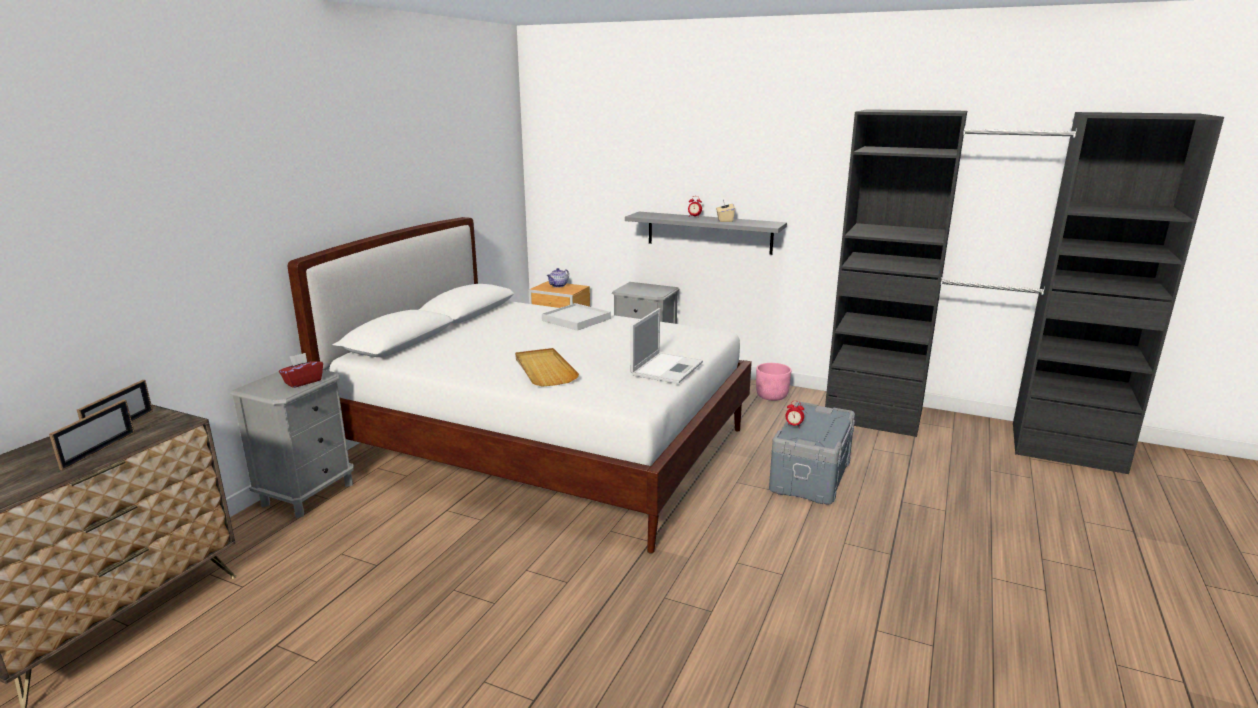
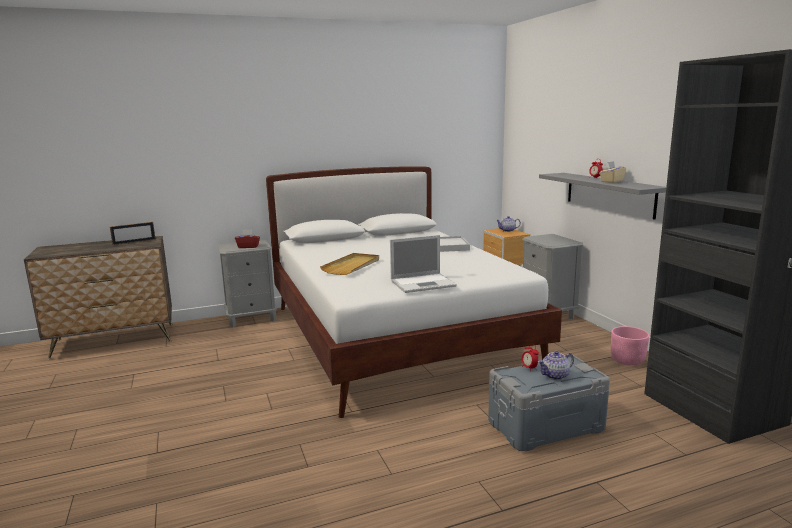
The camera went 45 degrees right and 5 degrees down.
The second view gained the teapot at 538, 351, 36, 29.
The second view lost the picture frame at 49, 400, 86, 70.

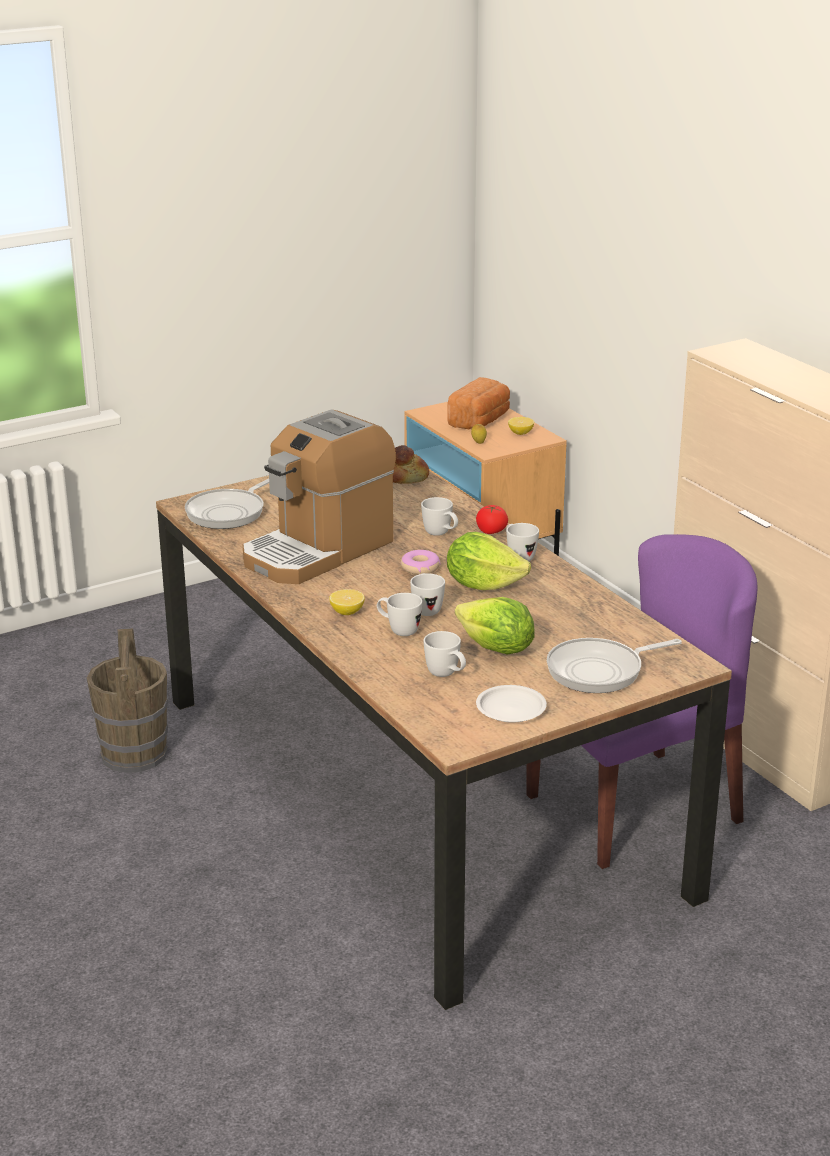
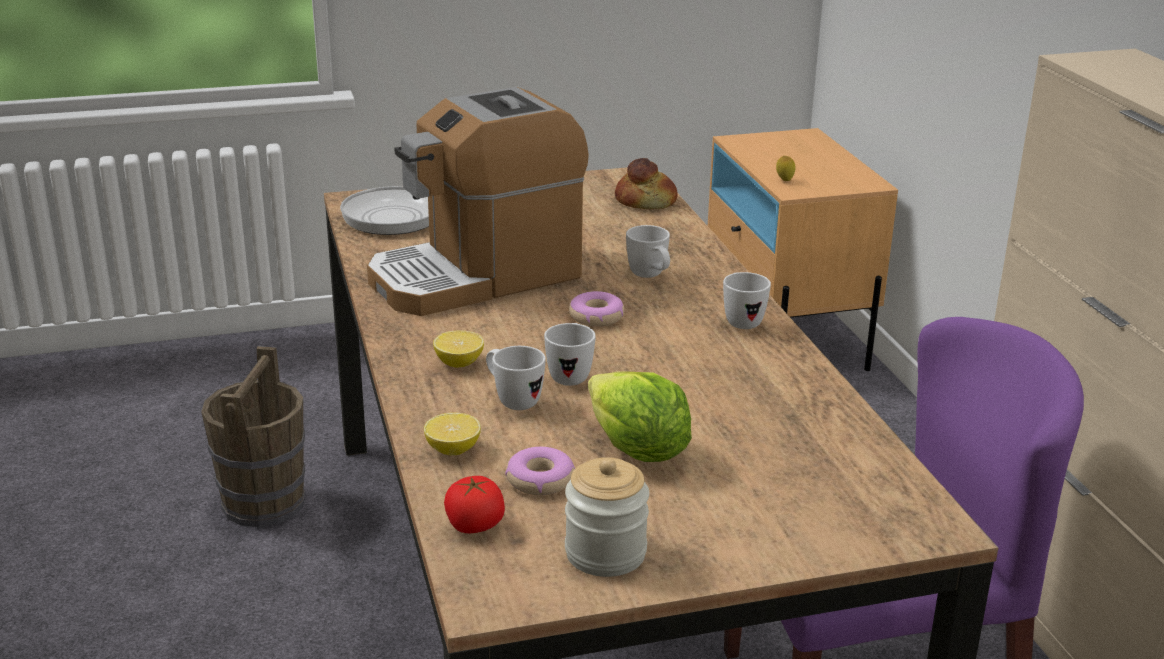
The camera went 15 degrees right and 0 degrees up.
The lemon ended up elsewhere, having gone from 508, 417, 26, 18 to 424, 413, 57, 42.
The tomato ended up elsewhere, having gone from 476, 505, 32, 29 to 444, 476, 61, 57.
Where the mug (white) stood at 424, 631, 42, 46, the donut came to stand at 505, 447, 70, 48.
Where the plate (white) stood at 476, 685, 71, 38, the jar came to stand at 565, 457, 84, 120.
The second view lost the bread at 447, 377, 63, 52.
The second view lost the lettuce at 447, 532, 84, 58.
The second view lost the frying pan at 547, 638, 135, 55.

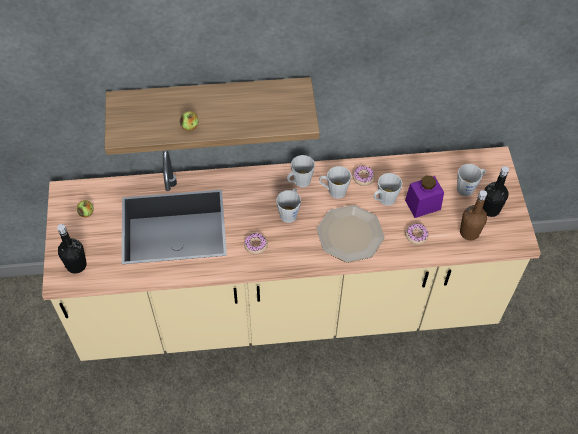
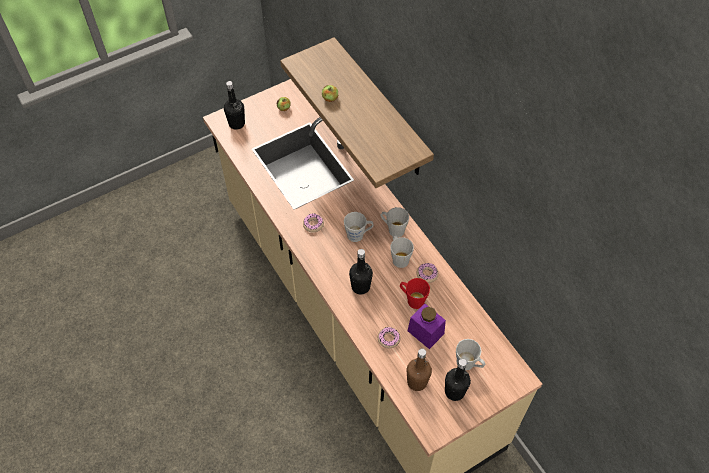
The camera went 65 degrees right and 0 degrees up.
Where the plate stood at 317, 205, 68, 58, the bottle (black) came to stand at 349, 249, 24, 46.
What was the mug (grey) at 373, 173, 29, 33 turned into the mug (red) at 400, 278, 30, 31.

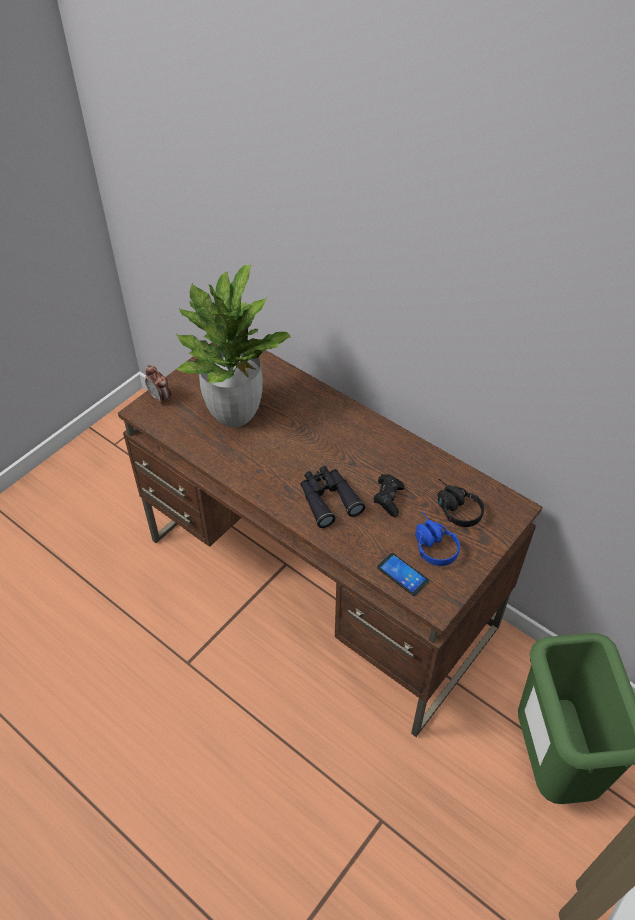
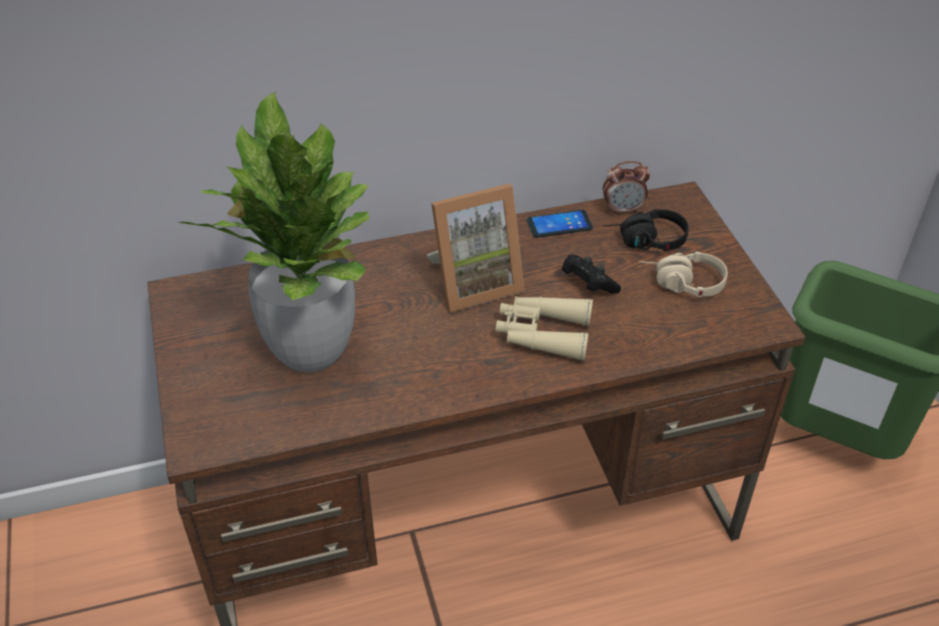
The camera went 55 degrees left and 5 degrees down.
The second view gained the picture frame at 427, 184, 98, 129.
What was the binoculars (black) at 300, 466, 65, 62 turned into the binoculars (beige) at 496, 296, 97, 65.
The phone ended up elsewhere, having gone from 377, 553, 52, 43 to 527, 210, 66, 28.
The alarm clock ended up elsewhere, having gone from 145, 365, 26, 40 to 603, 161, 47, 53.
What was the headphones (blue) at 415, 511, 45, 55 turned into the headphones (beige) at 639, 252, 89, 45.

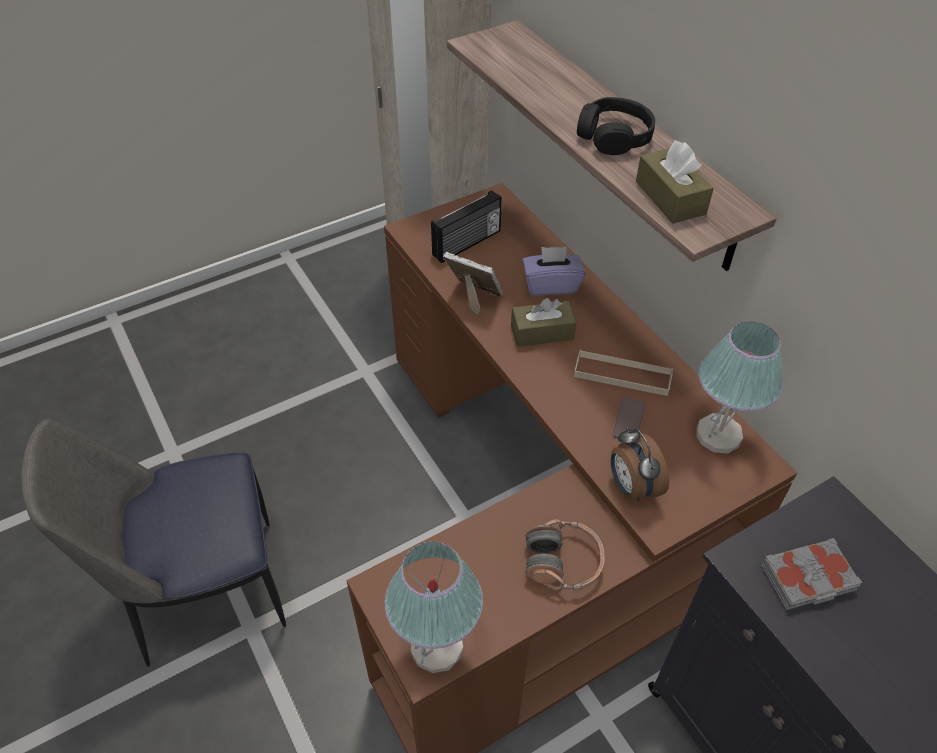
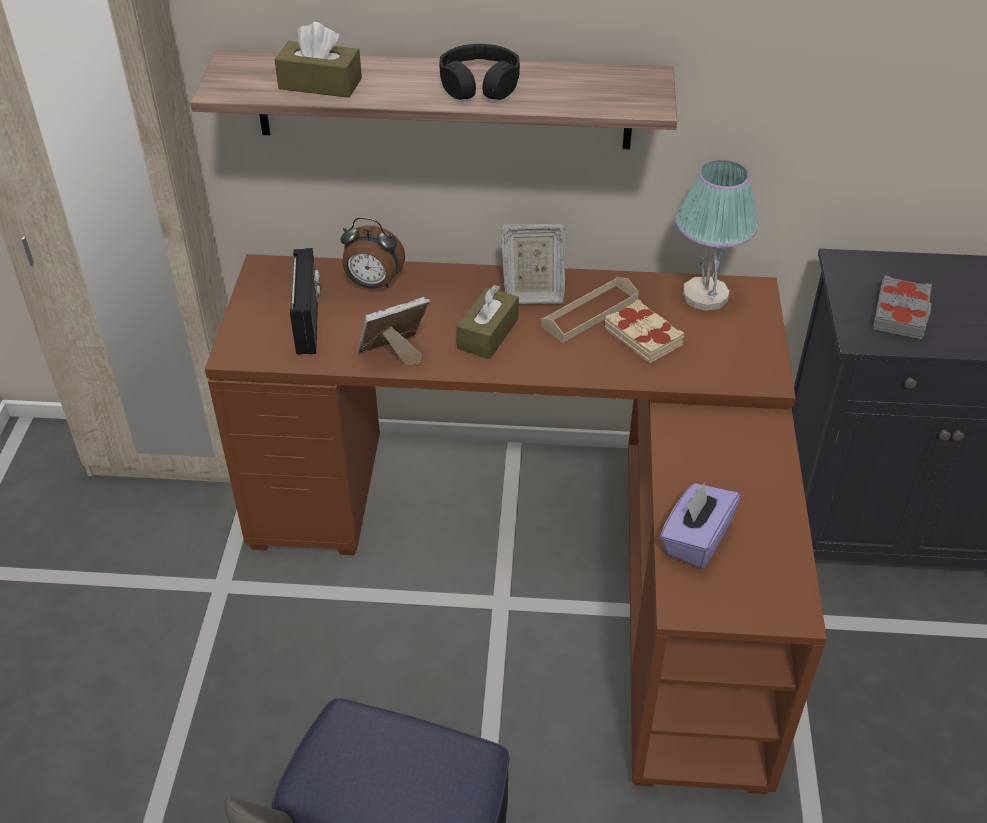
The camera went 55 degrees left and 5 degrees down.
The tissue box (brown) ended up elsewhere, having gone from 636, 140, 78, 84 to 274, 22, 88, 76.
The alarm clock ended up elsewhere, having gone from 611, 427, 58, 75 to 341, 217, 64, 72.
The second view gained the picture frame at 501, 224, 64, 80.
Where the phone stood at 613, 397, 32, 41, the book (beige) came to stand at 604, 299, 80, 64.
The tissue box (purple) ended up elsewhere, having gone from 522, 247, 64, 49 to 660, 483, 81, 86.
The second view lost the table lamp at 385, 542, 98, 131.
The second view lost the headphones at 525, 519, 80, 72.

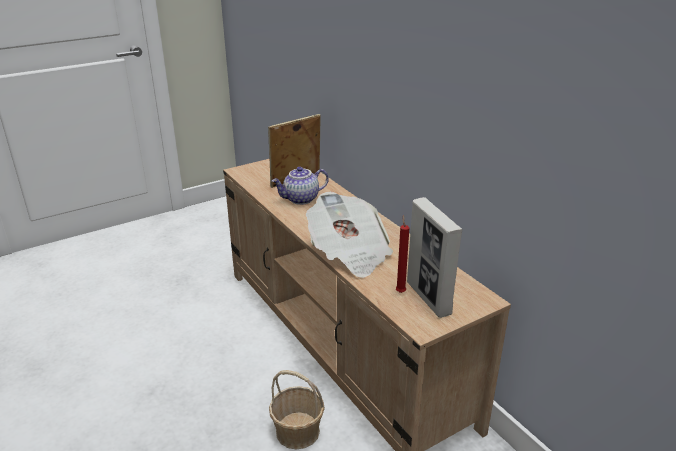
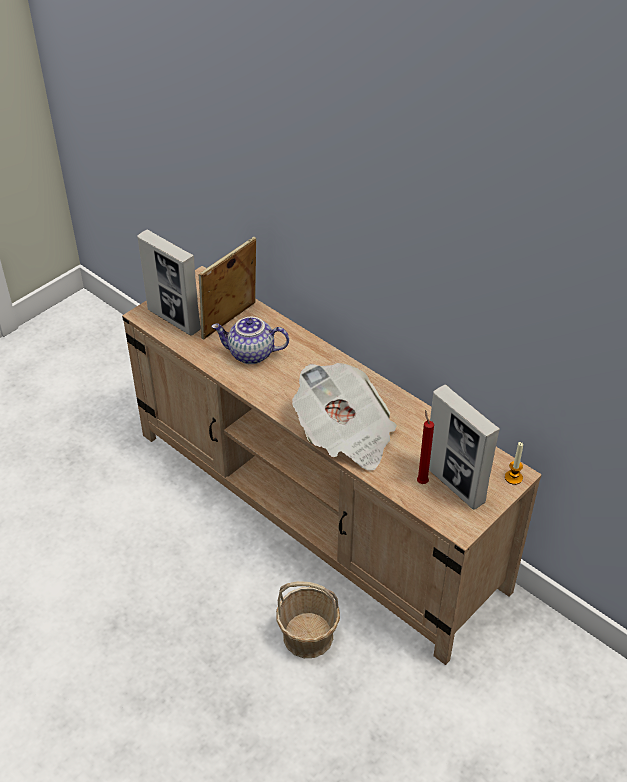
The camera went 15 degrees left and 15 degrees up.
The second view gained the picture frame at 137, 229, 64, 107.
The teapot at 272, 167, 57, 38 ended up facing another way, 45 degrees clockwise from before.
The second view gained the candle at 505, 442, 18, 43.

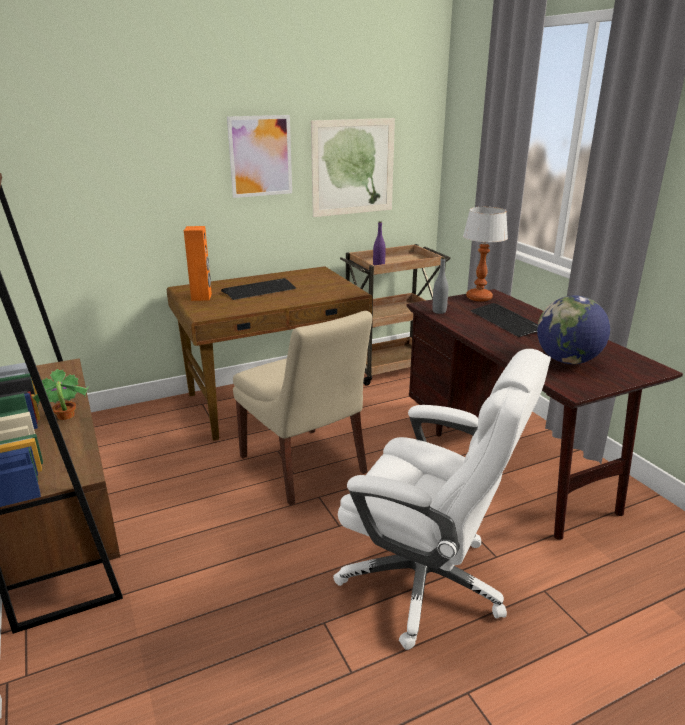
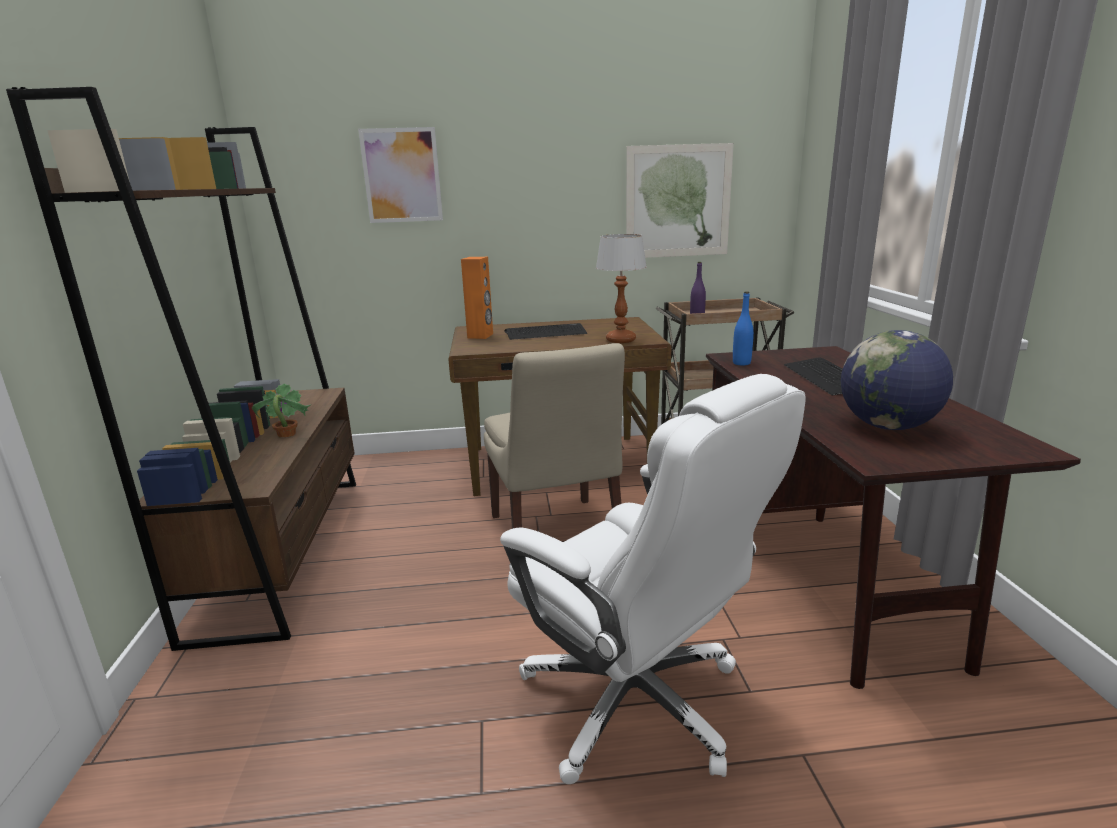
The camera went 20 degrees right and 5 degrees down.
The picture ended up elsewhere, having gone from 227, 115, 65, 83 to 358, 127, 85, 96.
The table lamp ended up elsewhere, having gone from 463, 207, 45, 94 to 596, 234, 51, 109.
What was the bottle (grey) at 432, 257, 16, 57 turned into the bottle (blue) at 733, 291, 21, 74.

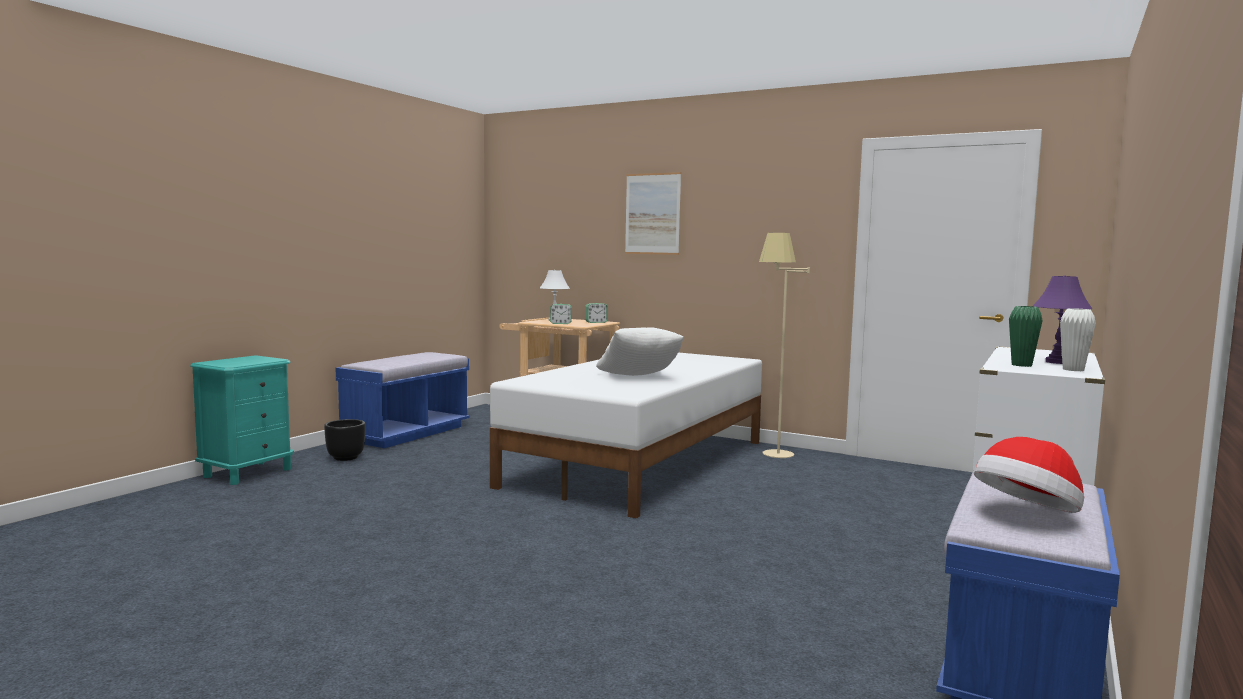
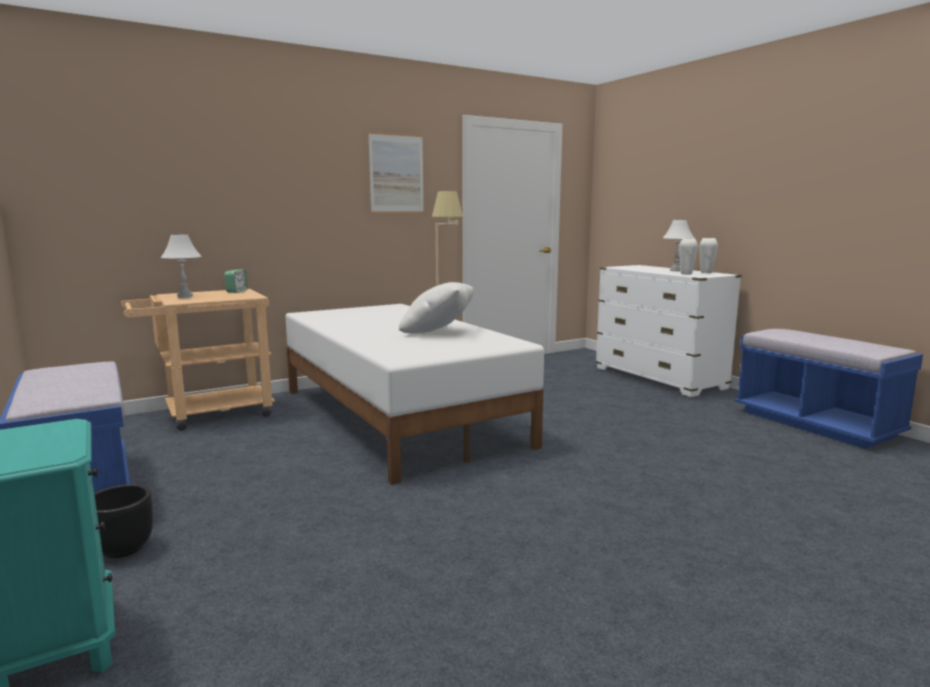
The camera went 60 degrees left and 5 degrees up.
The picture ended up elsewhere, having gone from 625, 172, 56, 83 to 368, 132, 56, 81.
What was the table lamp (purple) at 1033, 276, 59, 88 turned into the table lamp (white) at 663, 219, 32, 52.
What was the vase (green) at 1009, 306, 34, 61 turned into the vase (white) at 679, 238, 19, 37.
The second view lost the alarm clock at 550, 304, 22, 20.
The second view lost the hat at 974, 437, 110, 76.

